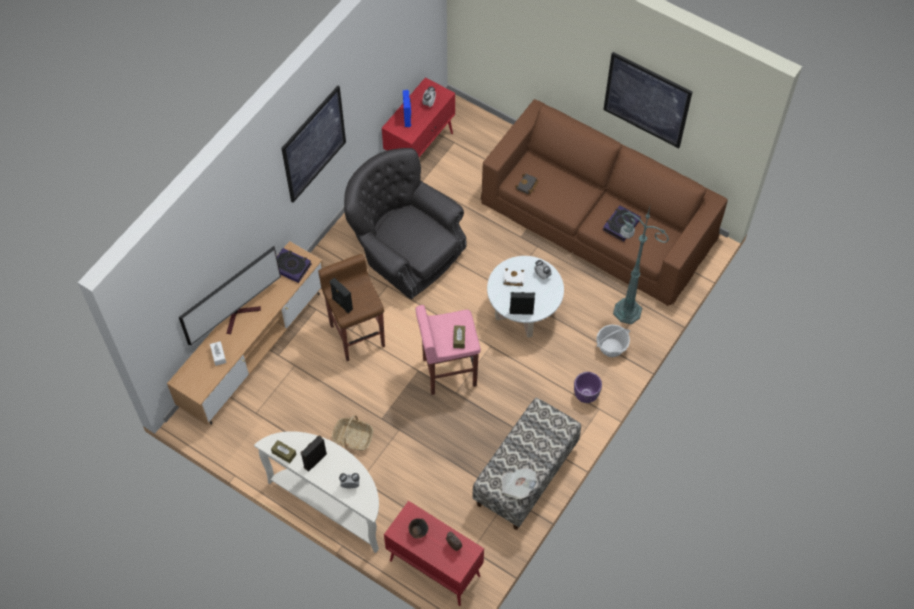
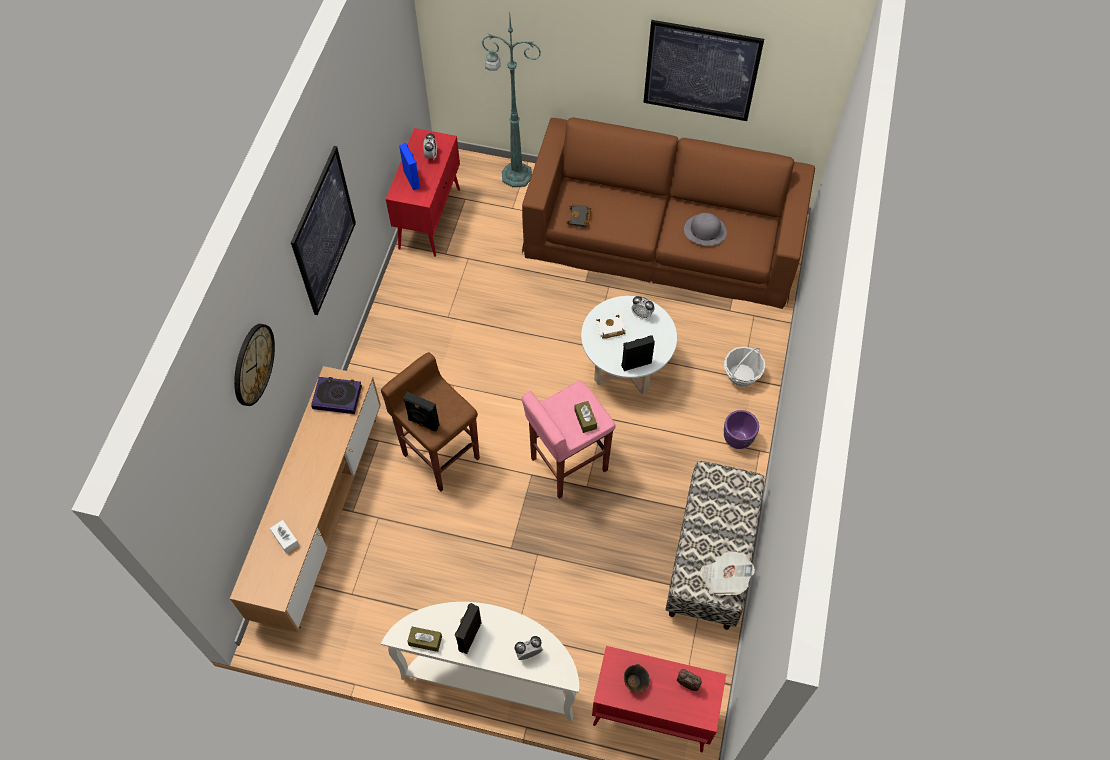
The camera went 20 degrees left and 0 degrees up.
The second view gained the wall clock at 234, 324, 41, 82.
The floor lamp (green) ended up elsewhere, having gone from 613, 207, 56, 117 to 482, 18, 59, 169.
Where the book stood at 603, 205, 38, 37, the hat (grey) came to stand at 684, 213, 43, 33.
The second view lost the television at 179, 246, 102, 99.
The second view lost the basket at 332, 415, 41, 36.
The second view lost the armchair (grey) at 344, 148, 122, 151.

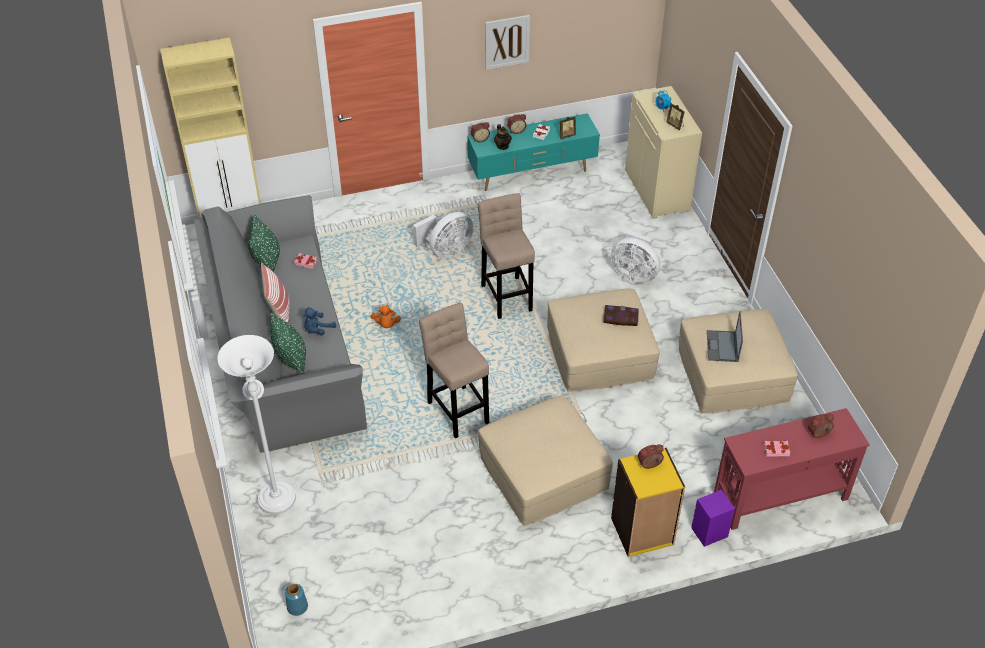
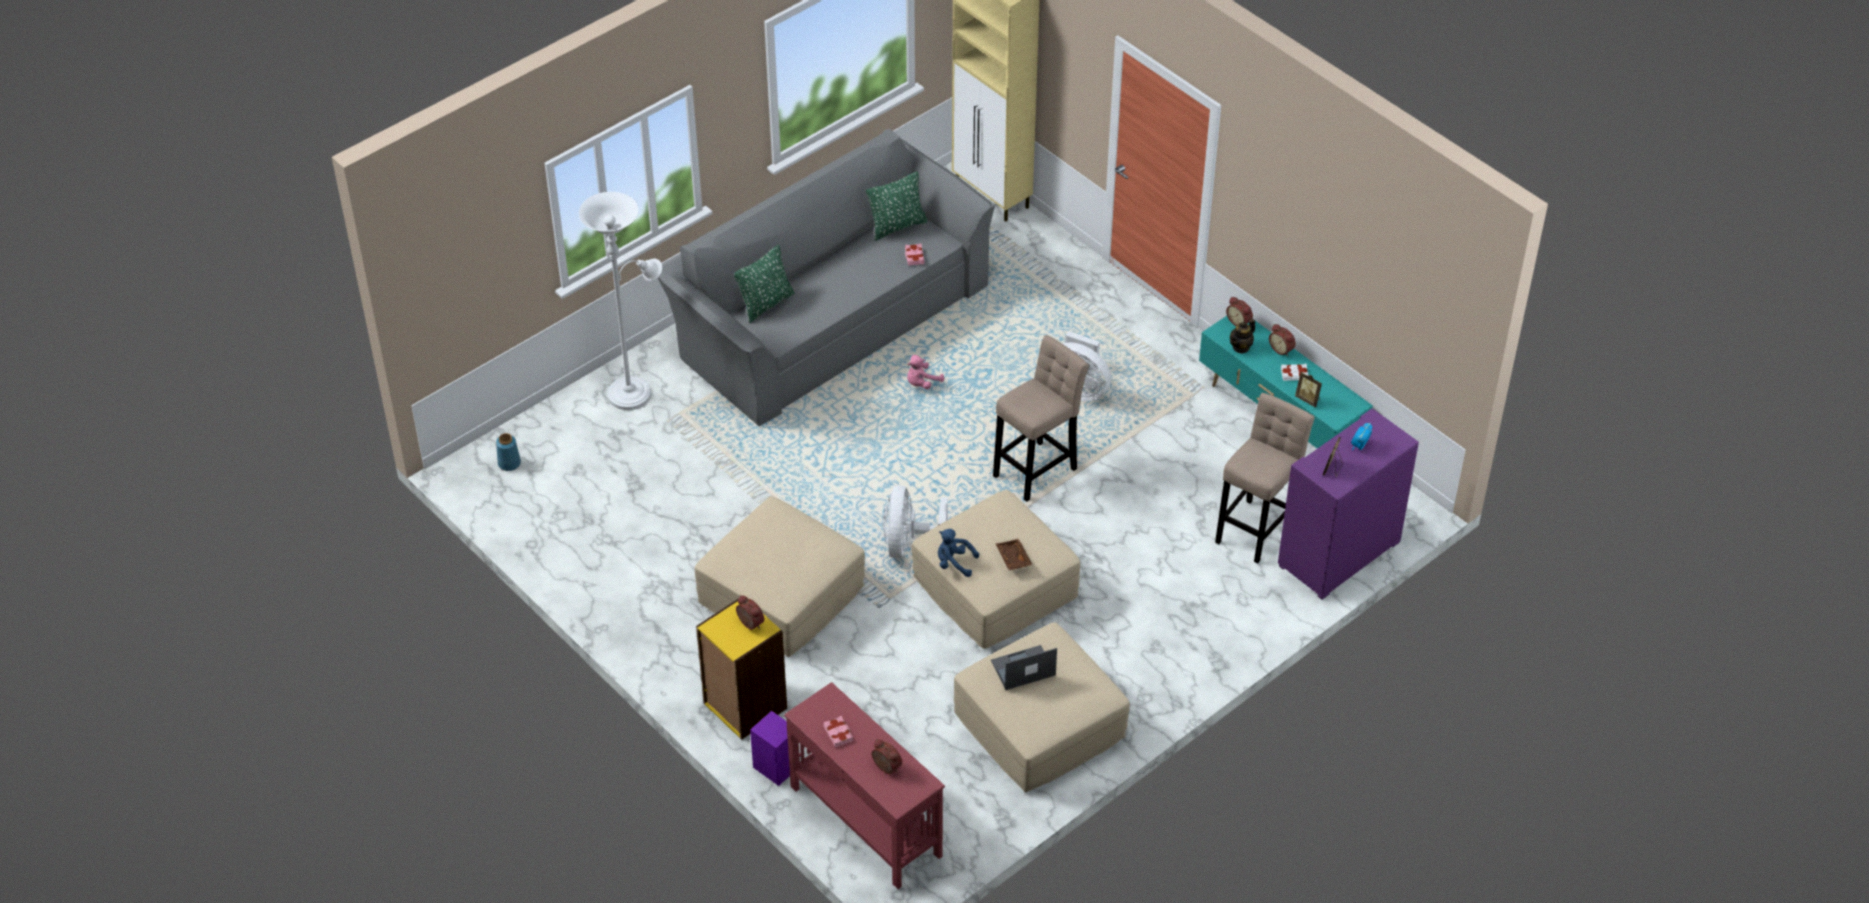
The camera went 65 degrees right and 0 degrees up.
The fan (white) ended up elsewhere, having gone from 611, 231, 49, 52 to 883, 485, 65, 73.
What was the plush toy (orange) at 370, 304, 31, 24 turned into the plush toy (pink) at 907, 355, 37, 34.
The plush toy (blue) ended up elsewhere, having gone from 303, 307, 33, 29 to 938, 529, 41, 48.
Where the book stood at 603, 305, 36, 21, the tray (brown) came to stand at 996, 539, 36, 31.
The stool (beige) ended up elsewhere, having gone from 419, 303, 70, 135 to 1215, 393, 99, 170.
What was the cabinet (beige) at 625, 86, 77, 133 turned into the cabinet (purple) at 1278, 409, 141, 191.
The second view lost the pillow at 261, 262, 29, 61.
The second view lost the picture at 485, 15, 45, 55.

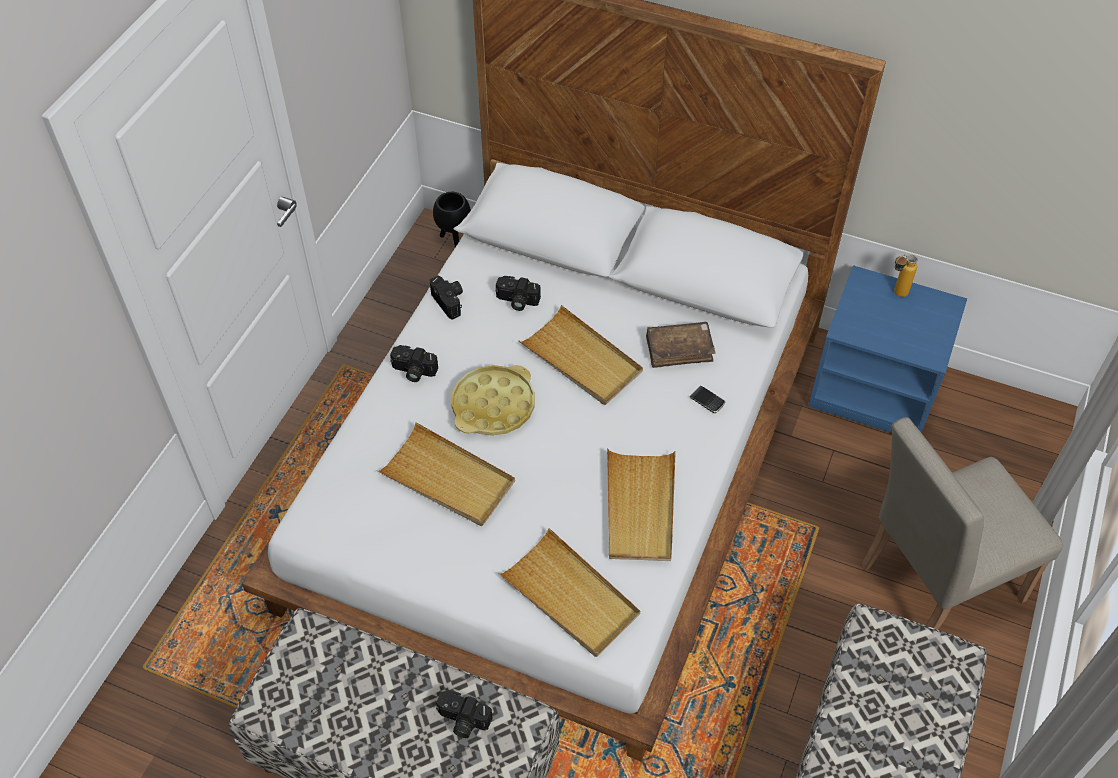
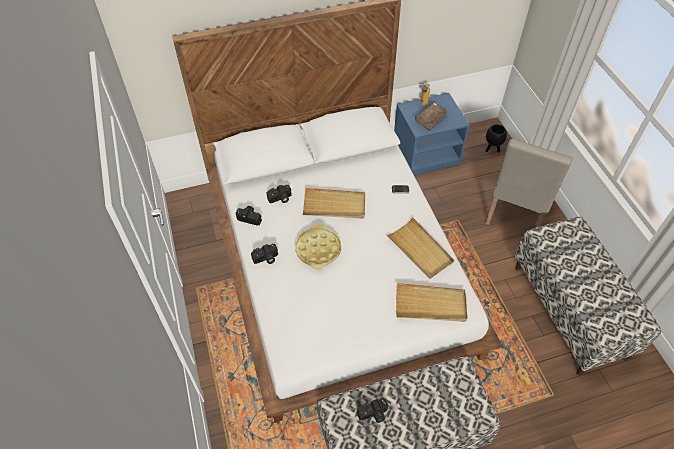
The camera went 40 degrees left and 0 degrees up.
The photo camera ended up elsewhere, having gone from 436, 690, 57, 48 to 357, 398, 31, 25.
The book (brown) ended up elsewhere, having gone from 646, 322, 69, 46 to 415, 102, 33, 29.
The planter (black) ended up elsewhere, having gone from 433, 192, 38, 55 to 486, 124, 21, 29.
The second view lost the tray (beige) at 377, 422, 138, 104.

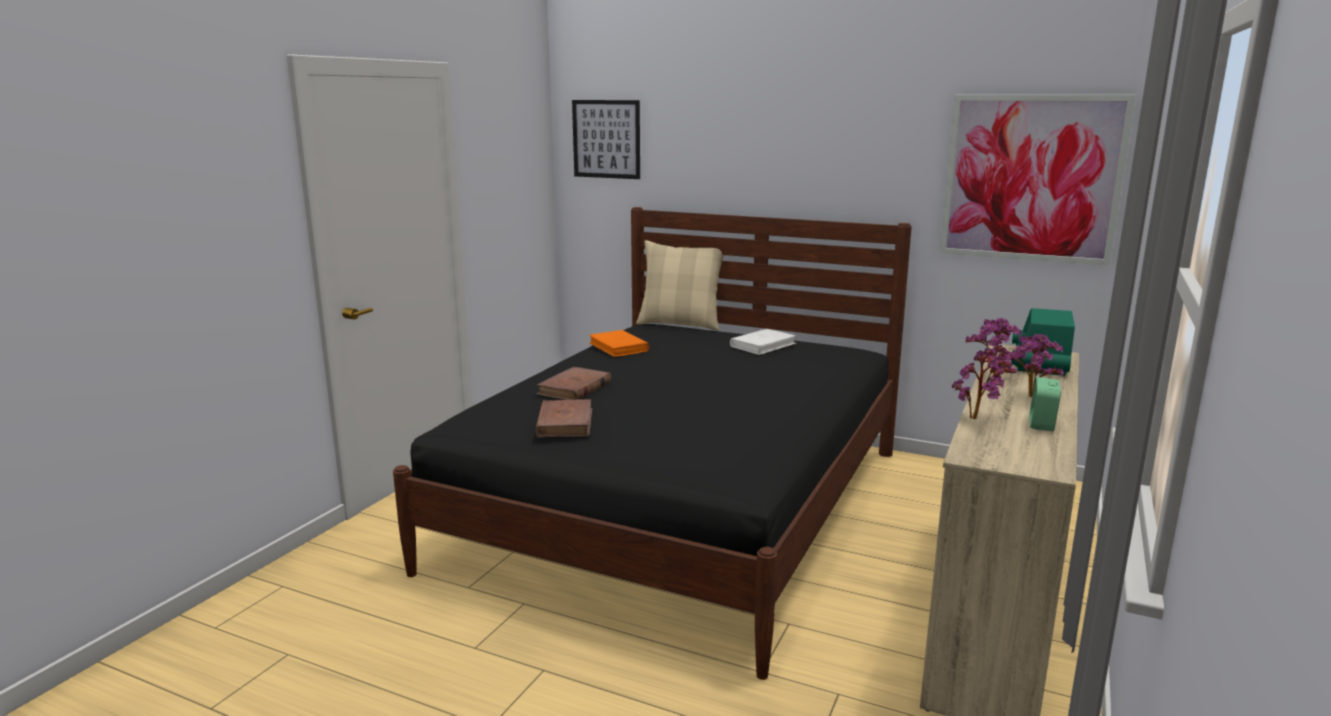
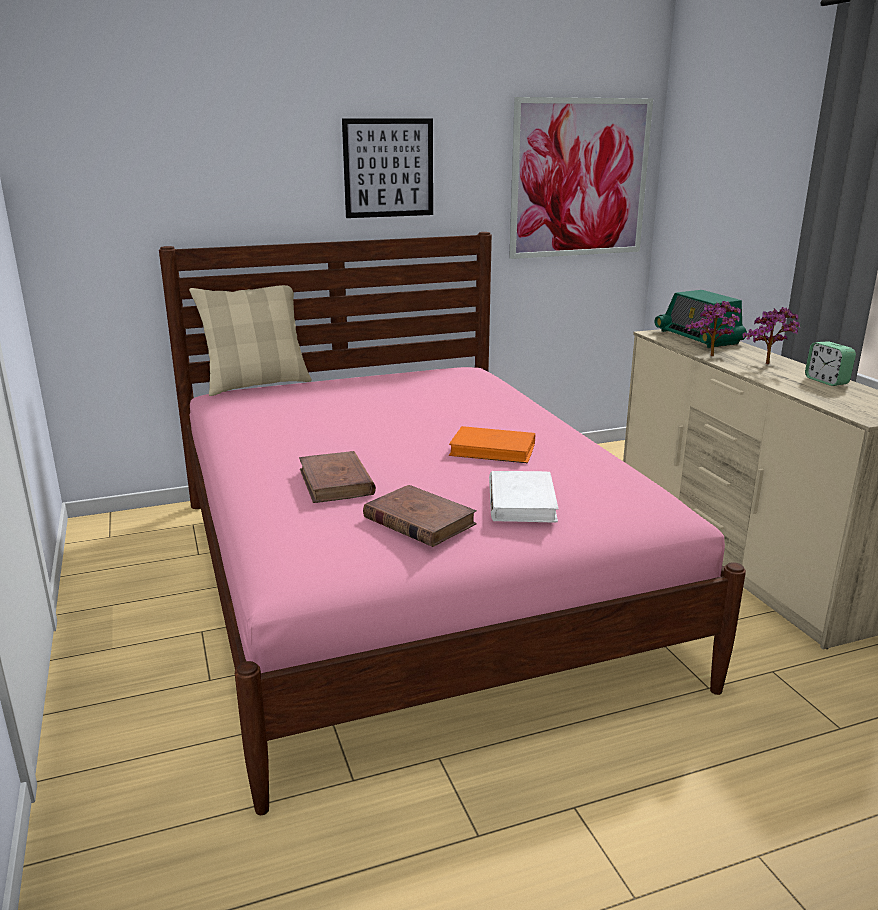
The camera went 45 degrees left and 5 degrees up.
What was the bed (black) at 393, 207, 519, 473 turned into the bed (pink) at 159, 232, 587, 583.
The picture ended up elsewhere, having gone from 572, 100, 68, 79 to 342, 118, 91, 100.
The book (orange) ended up elsewhere, having gone from 589, 330, 60, 27 to 449, 426, 86, 38.
The book (white) ended up elsewhere, having gone from 730, 329, 67, 26 to 489, 471, 70, 51.
The second view lost the potted plant at 952, 348, 65, 71.

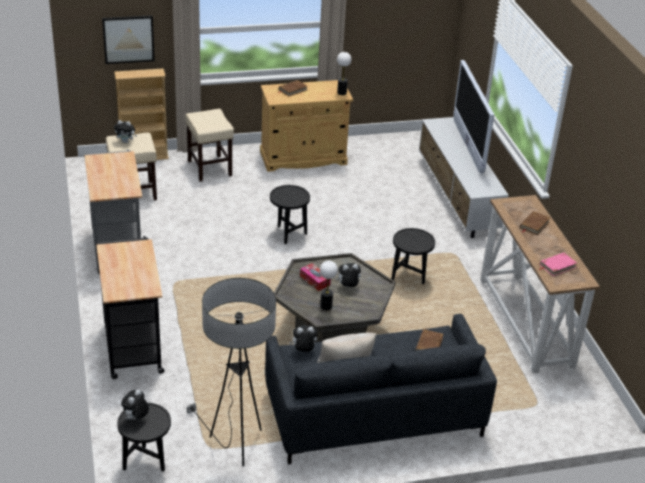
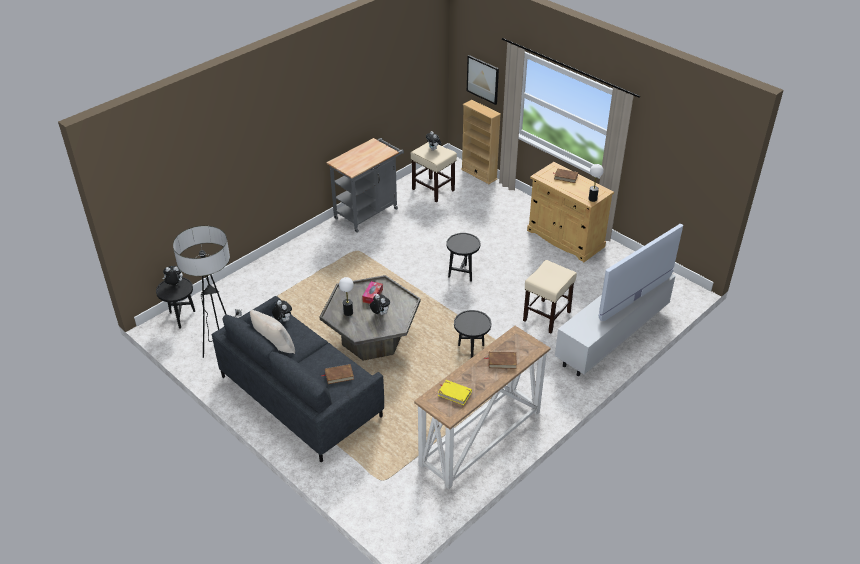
The camera went 60 degrees right and 5 degrees up.
What was the book (pink) at 539, 253, 38, 23 turned into the book (yellow) at 438, 380, 34, 25.
The stool (beige) ended up elsewhere, having gone from 185, 109, 49, 73 to 523, 260, 54, 73.
The second view lost the cart (black) at 96, 236, 68, 143.

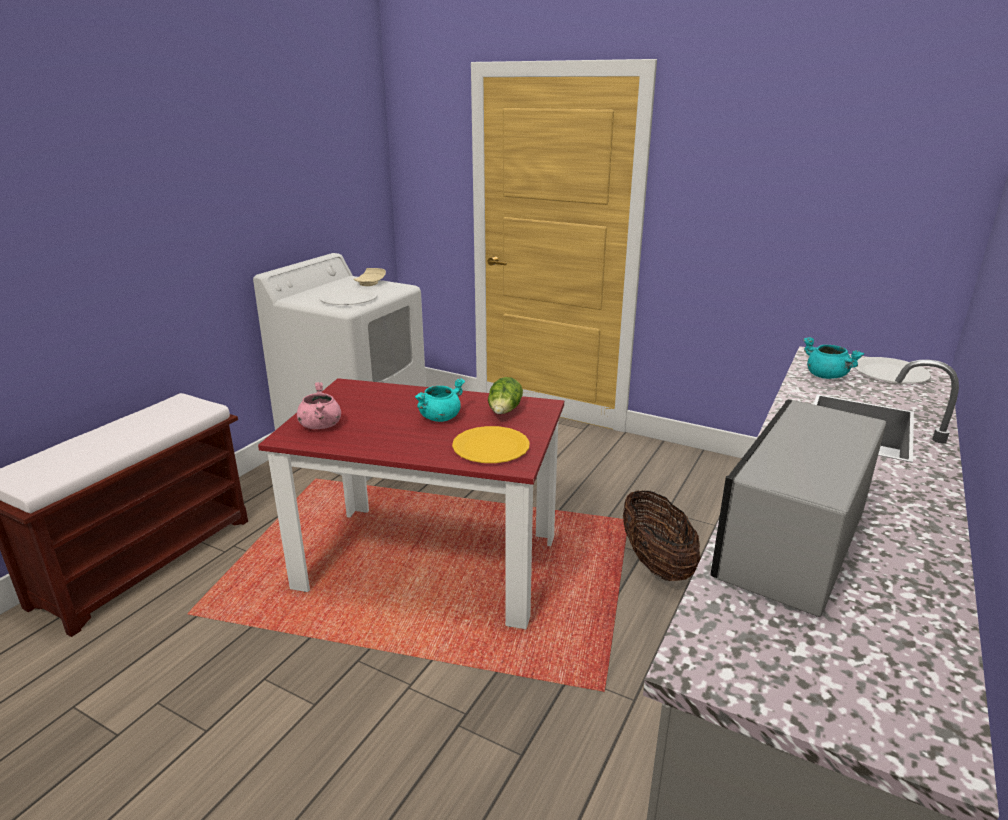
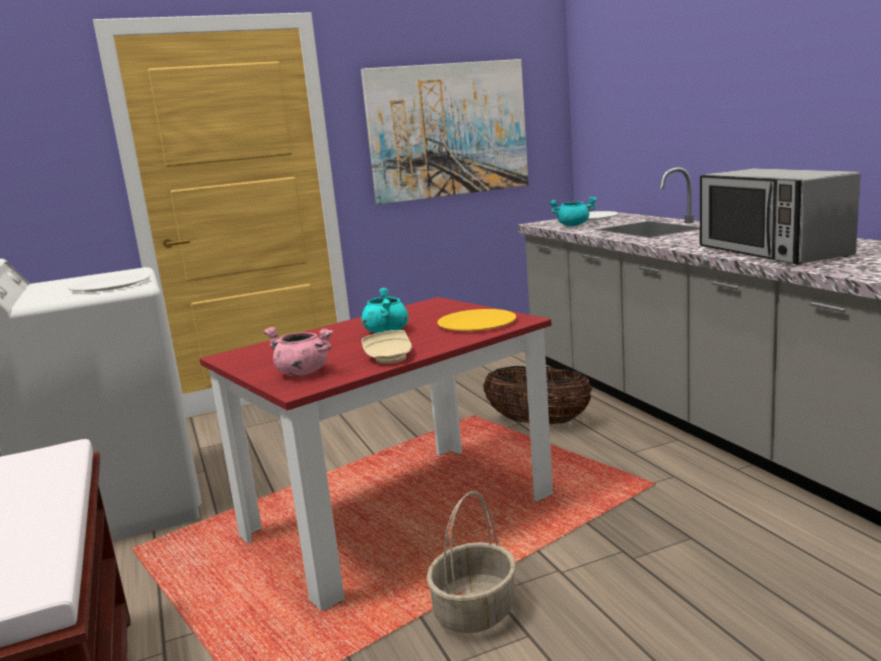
The camera went 50 degrees left and 10 degrees down.
The second view gained the picture at 361, 59, 168, 146.
The plate (beige) ended up elsewhere, having gone from 354, 268, 32, 18 to 362, 330, 50, 34.
The second view gained the basket at 426, 491, 90, 142.
The second view lost the lettuce at 488, 377, 35, 37.

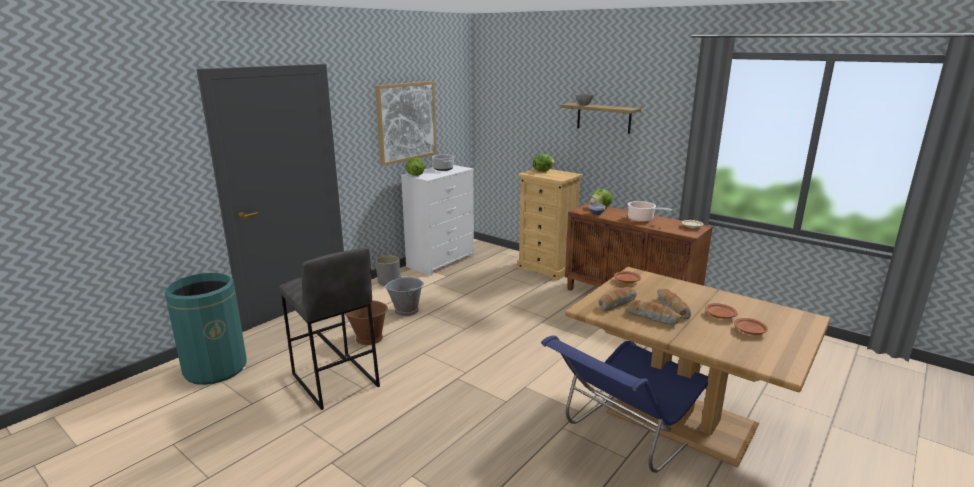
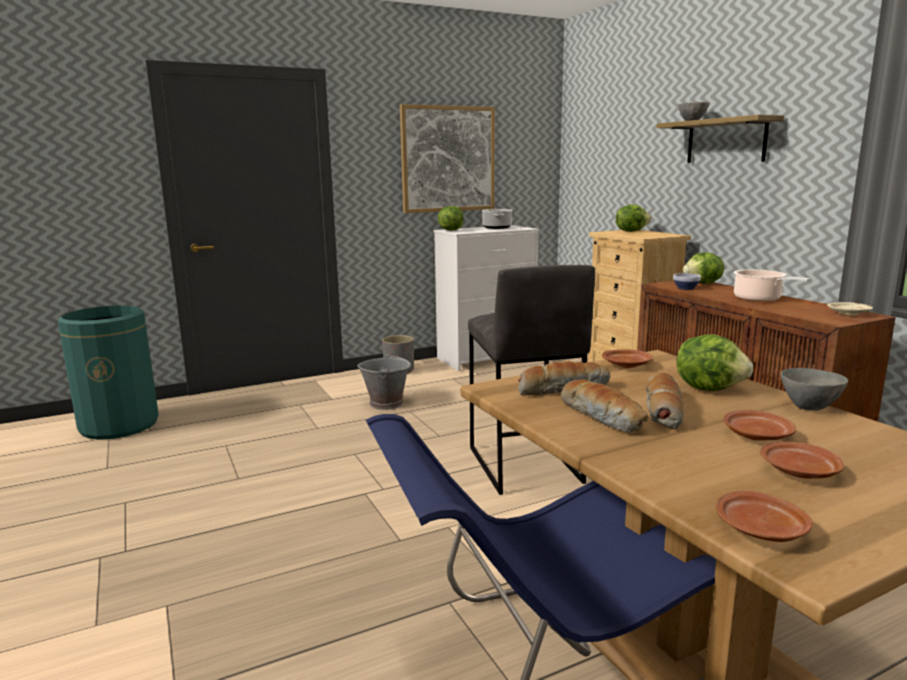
The camera went 25 degrees right and 5 degrees down.
The stool (grey) ended up elsewhere, having gone from 279, 247, 101, 163 to 468, 265, 127, 230.
The second view gained the lettuce at 676, 334, 77, 57.
The second view gained the plate (brown) at 715, 491, 98, 51.
The second view gained the bowl (grey) at 781, 368, 67, 43.
The second view lost the bucket (brown) at 345, 300, 43, 45.

